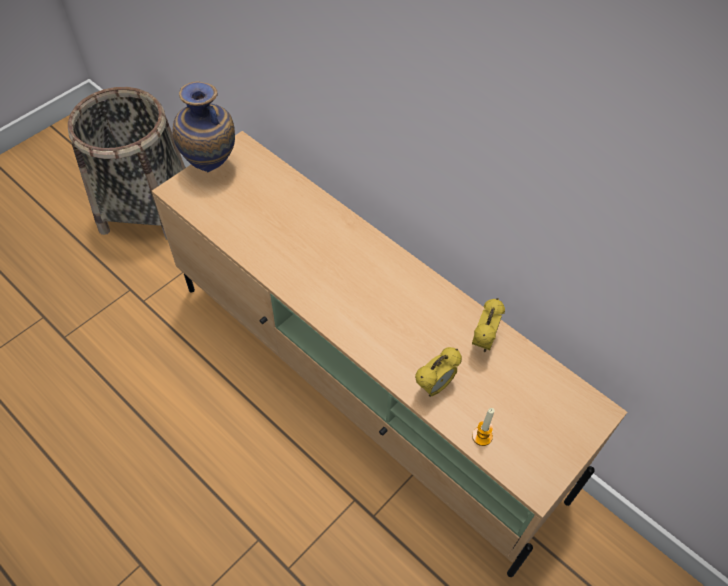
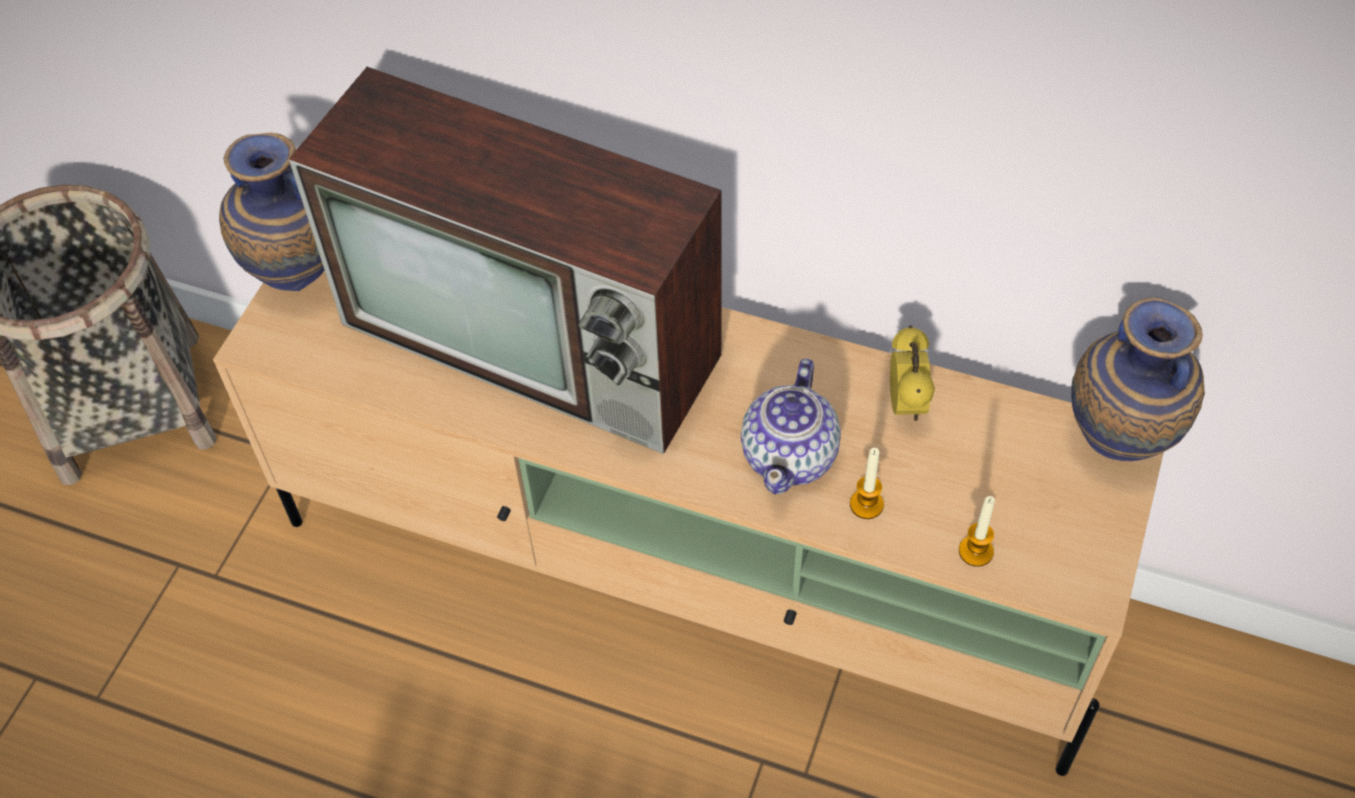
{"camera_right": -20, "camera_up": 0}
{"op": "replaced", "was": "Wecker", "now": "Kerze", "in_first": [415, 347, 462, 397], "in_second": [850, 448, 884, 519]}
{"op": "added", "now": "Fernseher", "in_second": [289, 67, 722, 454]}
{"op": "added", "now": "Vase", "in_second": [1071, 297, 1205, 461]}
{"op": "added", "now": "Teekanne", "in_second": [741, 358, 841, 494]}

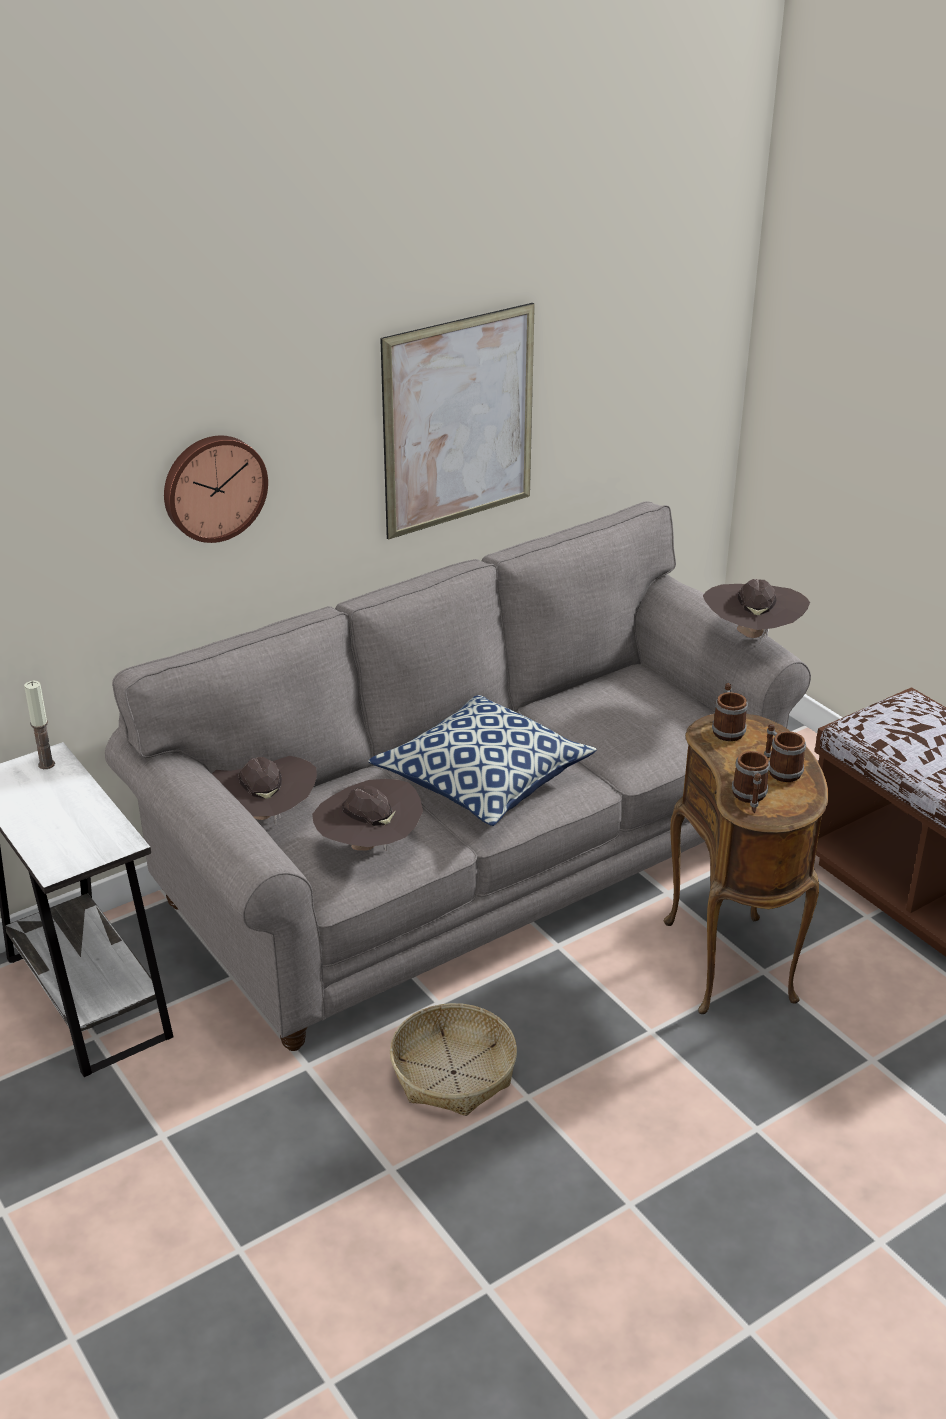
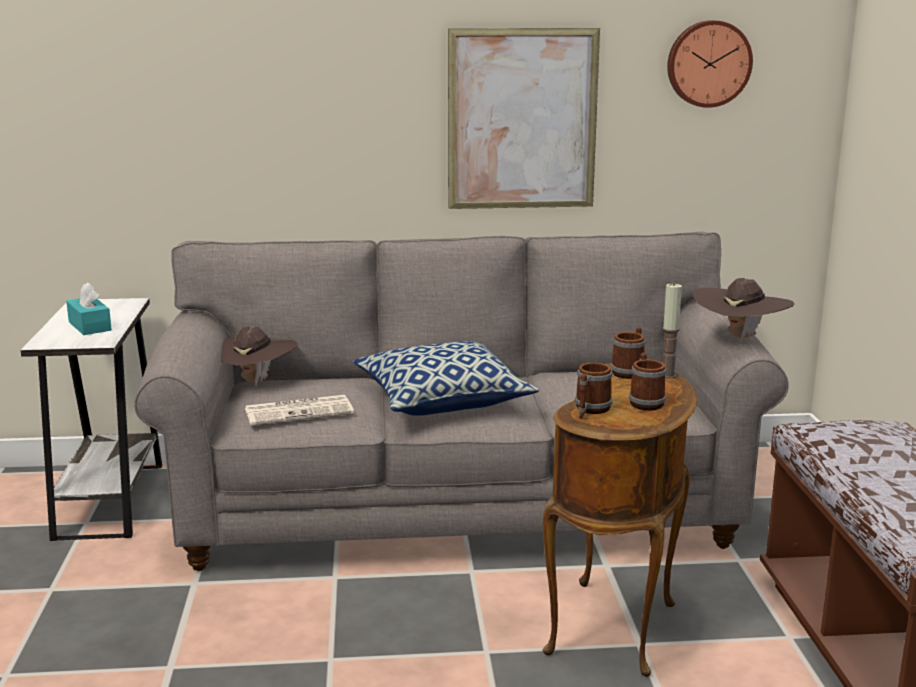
{"camera_right": 30, "camera_up": -15}
{"op": "moved", "was": "Wanduhr", "in_first": [164, 436, 268, 543], "in_second": [667, 20, 753, 108]}
{"op": "moved", "was": "Kerze", "in_first": [24, 681, 55, 769], "in_second": [662, 282, 682, 379]}
{"op": "replaced", "was": "Hut/braun", "now": "Zeitung", "in_first": [312, 779, 423, 851], "in_second": [245, 395, 354, 426]}
{"op": "removed", "was": "Korb", "in_first": [390, 1003, 517, 1116]}
{"op": "added", "now": "Taschentuchbox/türkis", "in_second": [66, 282, 112, 335]}

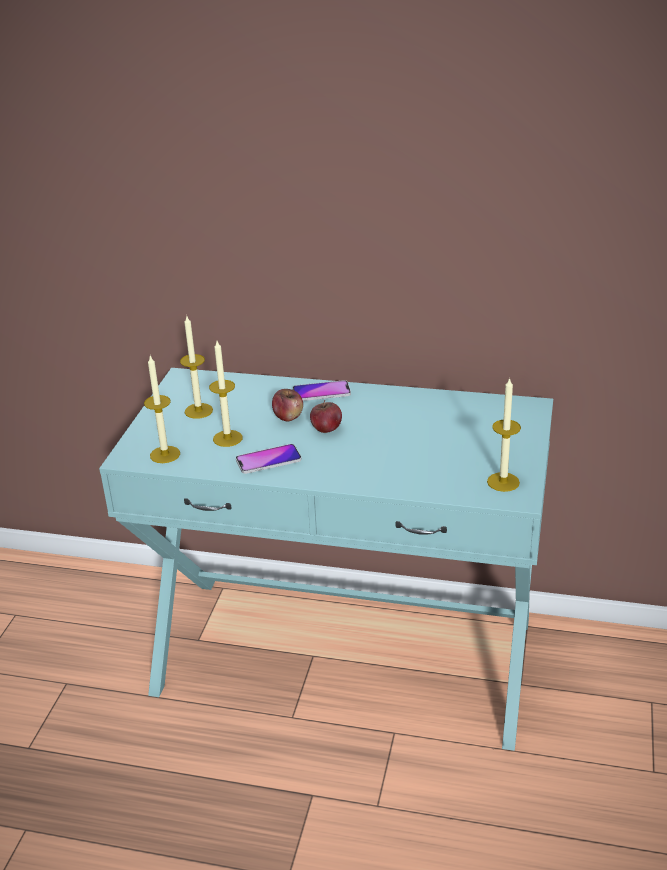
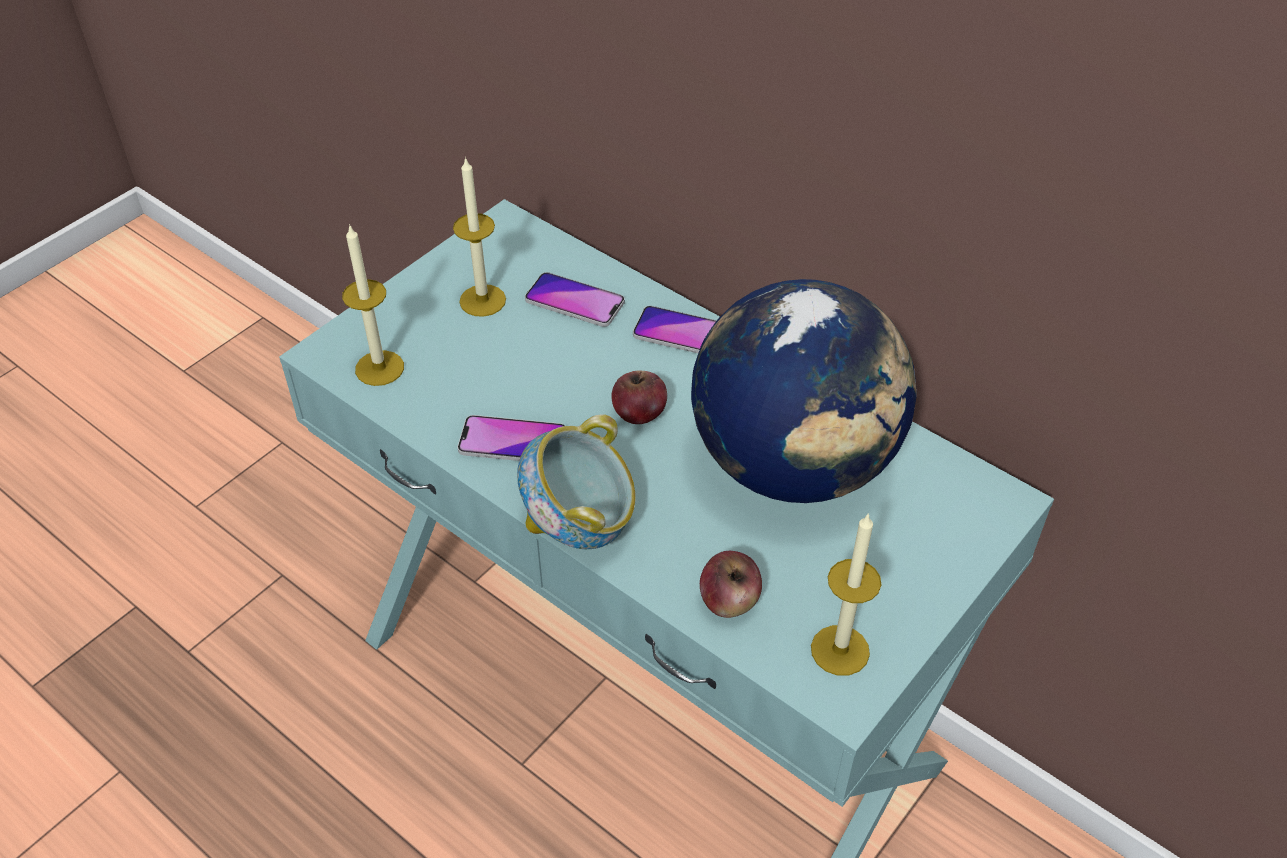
{"camera_right": 25, "camera_up": 15}
{"op": "removed", "was": "Kerze", "in_first": [209, 341, 243, 447]}
{"op": "moved", "was": "Apfel", "in_first": [272, 389, 303, 422], "in_second": [700, 551, 762, 618]}
{"op": "added", "now": "Handy", "in_second": [525, 272, 625, 327]}
{"op": "added", "now": "Globus", "in_second": [691, 279, 916, 503]}
{"op": "added", "now": "Schüssel", "in_second": [517, 414, 635, 549]}

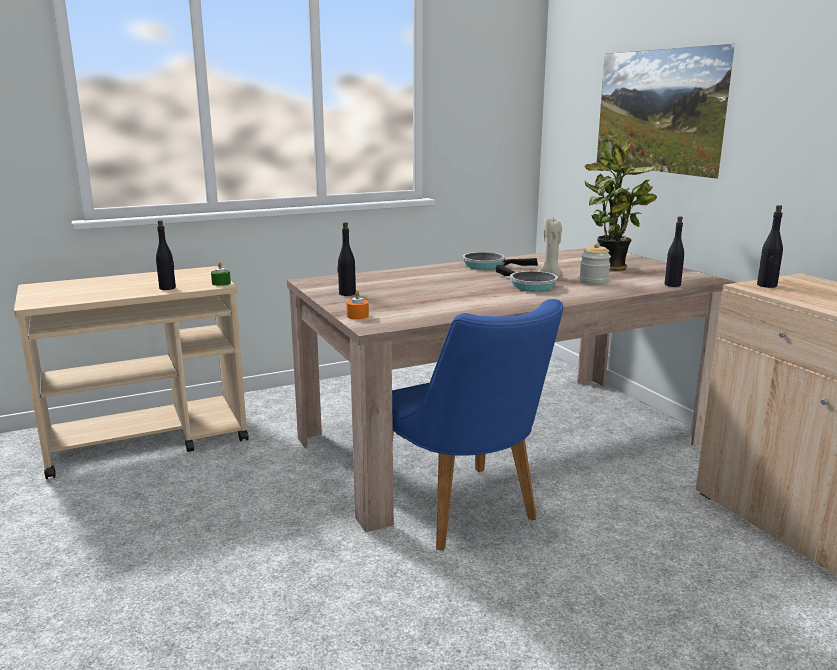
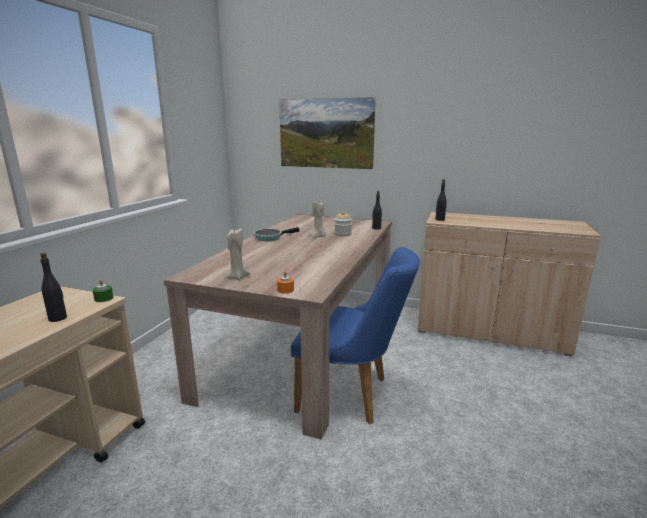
{"camera_right": -45, "camera_up": 0}
{"op": "removed", "was": "Topfpflanze", "in_first": [584, 140, 657, 271]}
{"op": "replaced", "was": "Flasche/schwarz", "now": "Kerze/beige", "in_first": [337, 222, 356, 296], "in_second": [225, 228, 250, 280]}
{"op": "removed", "was": "Pfanne", "in_first": [496, 265, 558, 292]}

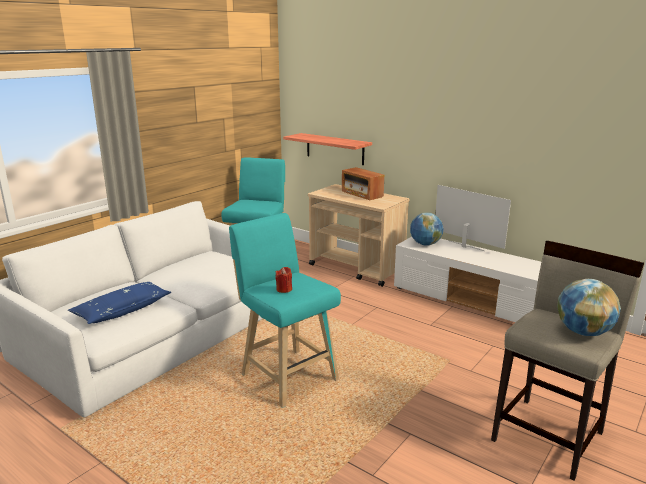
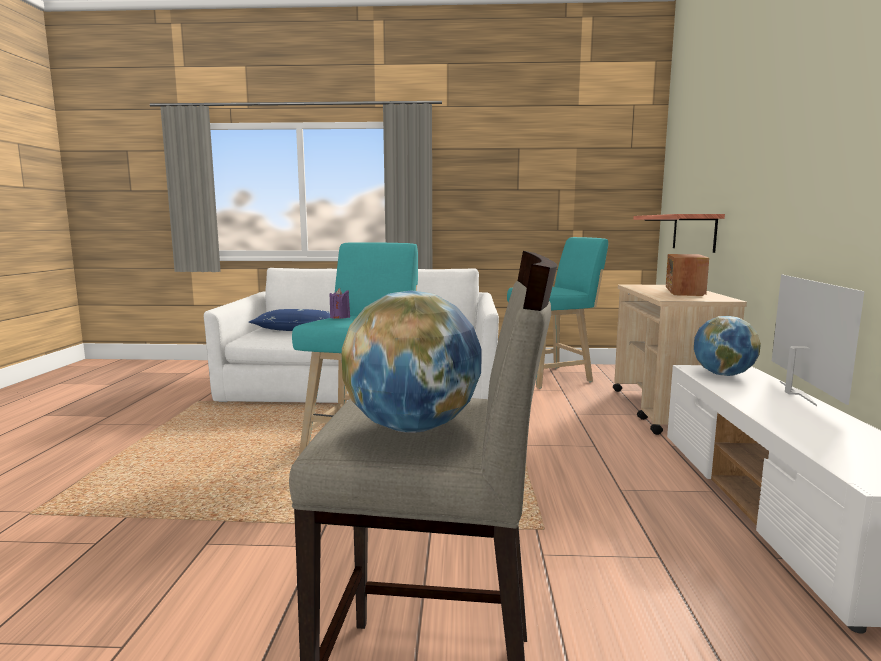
{"camera_right": 55, "camera_up": -10}
{"op": "recoloured", "was": "Kerze/rot", "now": "Kerze/lila", "in_first": [275, 267, 292, 293], "in_second": [329, 288, 350, 319]}

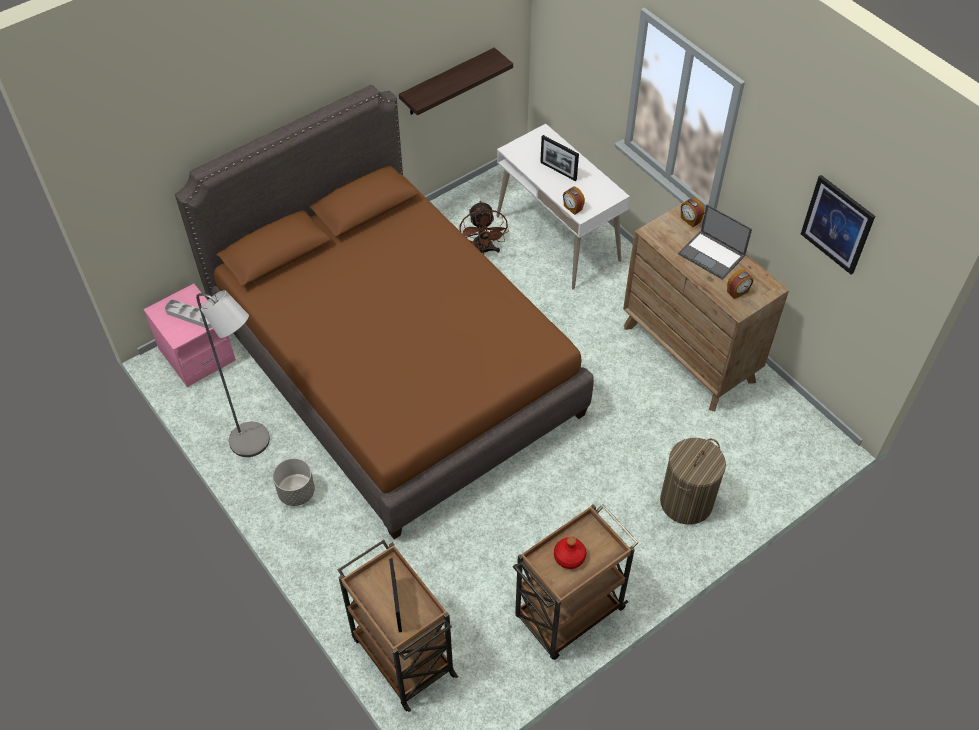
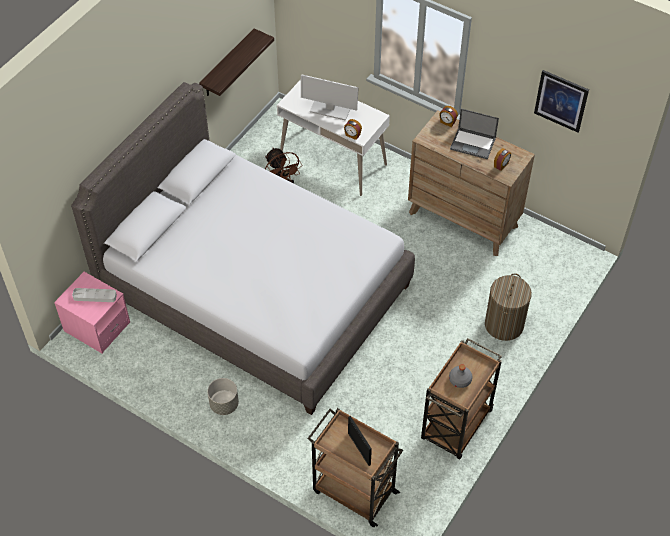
{"camera_right": -20, "camera_up": 0}
{"op": "recoloured", "was": "Bett/braun", "now": "Bett/grau", "in_first": [175, 85, 594, 540], "in_second": [71, 82, 415, 415]}
{"op": "replaced", "was": "Bilderrahmen", "now": "Monitor", "in_first": [540, 135, 579, 181], "in_second": [301, 74, 359, 121]}
{"op": "removed", "was": "Stehlampe/grau", "in_first": [196, 290, 270, 457]}
{"op": "recoloured", "was": "Flasche/rot", "now": "Flasche/grau", "in_first": [554, 537, 586, 569], "in_second": [449, 364, 472, 388]}

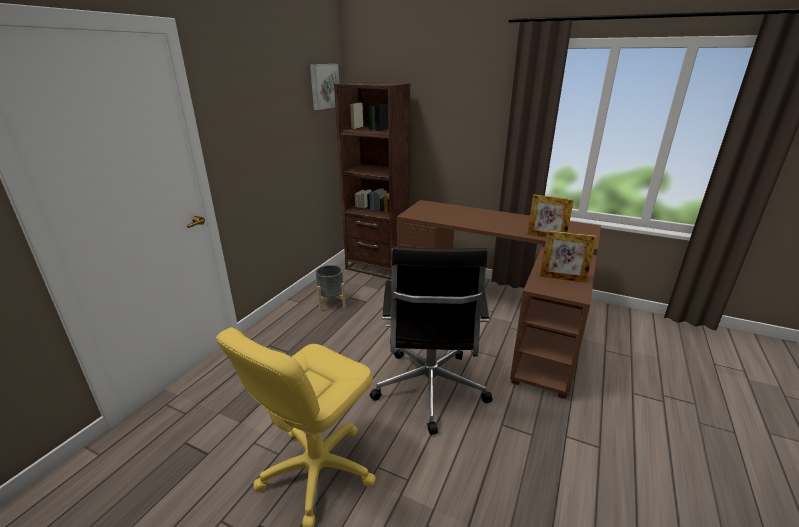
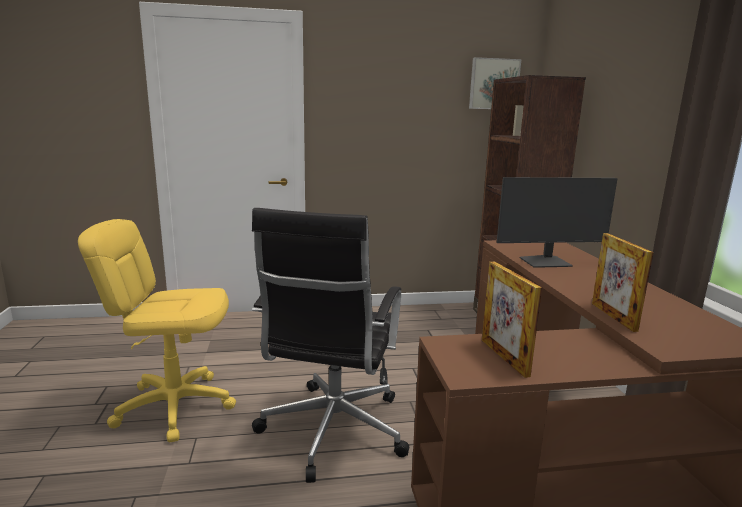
{"camera_right": 55, "camera_up": -10}
{"op": "turned", "was": "Bürostuhl/schwarz", "in_first": [370, 246, 493, 435], "in_second": [252, 208, 409, 483], "clockwise": -45}
{"op": "removed", "was": "Pflanzkübel/grau", "in_first": [316, 265, 346, 311]}
{"op": "added", "now": "Monitor", "in_second": [496, 177, 618, 268]}

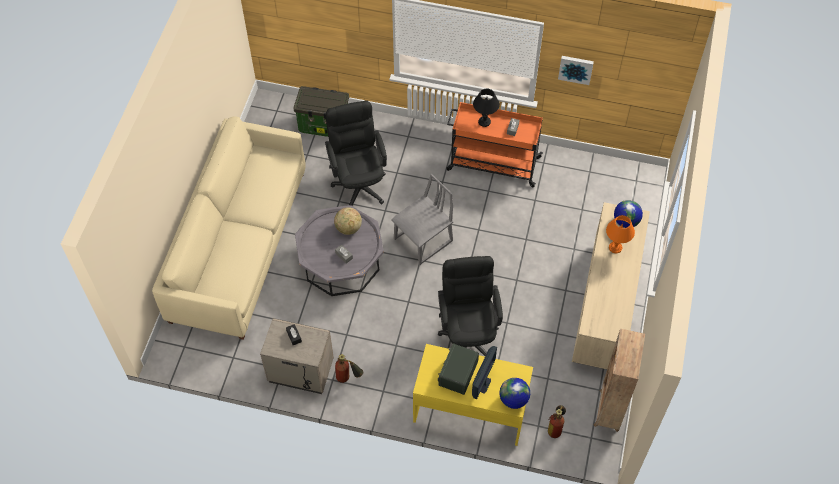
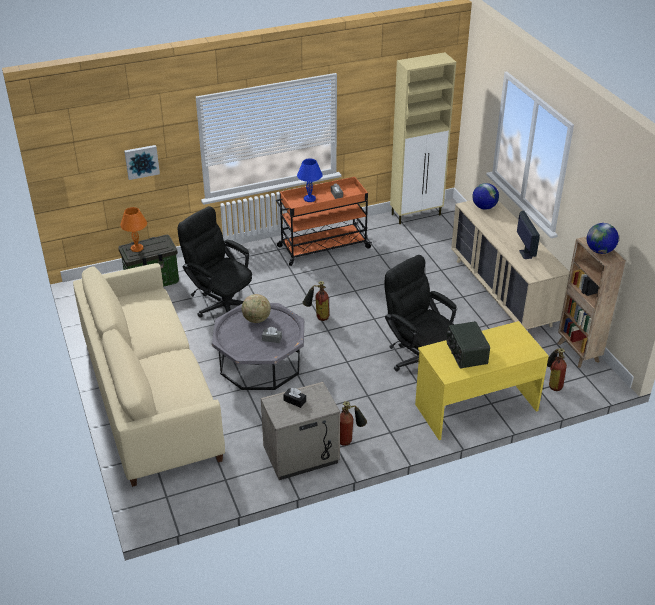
{"camera_right": -35, "camera_up": -20}
{"op": "moved", "was": "Bild", "in_first": [558, 56, 594, 85], "in_second": [124, 145, 160, 180]}
{"op": "recoloured", "was": "Tischlampe/schwarz", "now": "Tischlampe/blau", "in_first": [473, 89, 500, 127], "in_second": [297, 158, 323, 202]}
{"op": "replaced", "was": "Stuhl/grau", "now": "Feuerlöscher", "in_first": [391, 174, 453, 265], "in_second": [302, 281, 329, 321]}
{"op": "moved", "was": "Tischlampe/orange", "in_first": [606, 215, 635, 254], "in_second": [120, 207, 147, 252]}
{"op": "moved", "was": "Monitor", "in_first": [472, 346, 497, 400], "in_second": [517, 211, 540, 259]}
{"op": "moved", "was": "Globus", "in_first": [500, 378, 530, 409], "in_second": [587, 223, 619, 254]}
{"op": "added", "now": "Schrank/beige", "in_second": [390, 52, 456, 224]}

